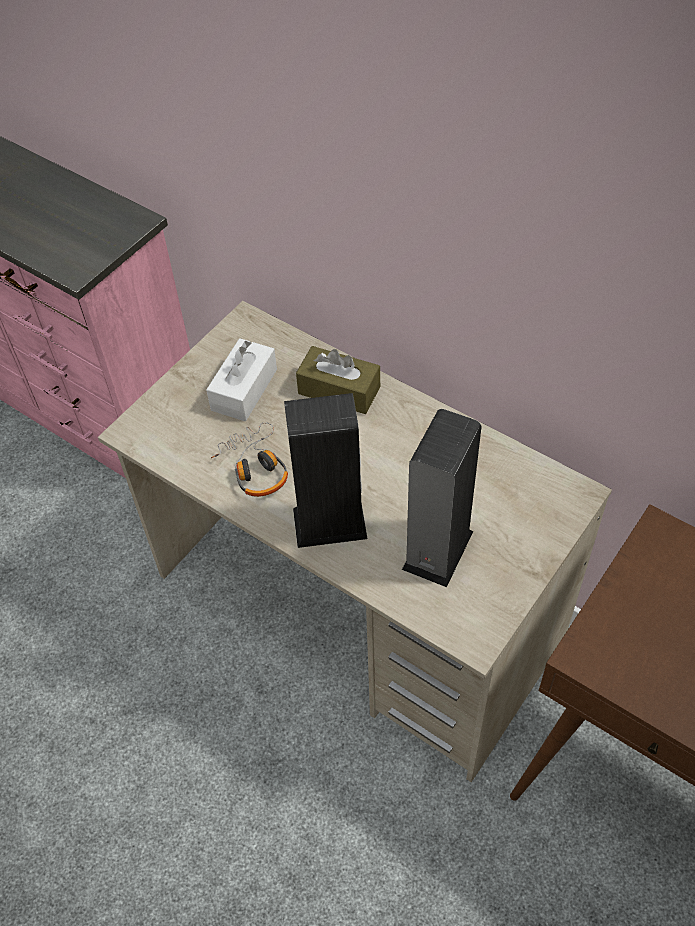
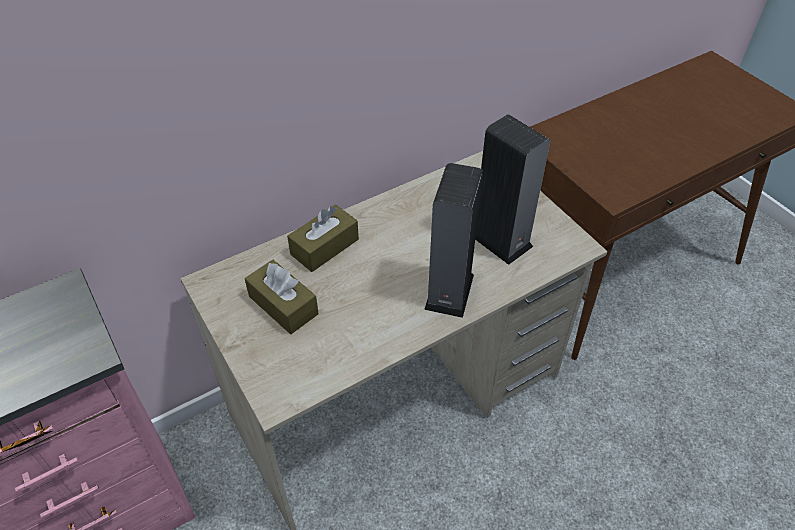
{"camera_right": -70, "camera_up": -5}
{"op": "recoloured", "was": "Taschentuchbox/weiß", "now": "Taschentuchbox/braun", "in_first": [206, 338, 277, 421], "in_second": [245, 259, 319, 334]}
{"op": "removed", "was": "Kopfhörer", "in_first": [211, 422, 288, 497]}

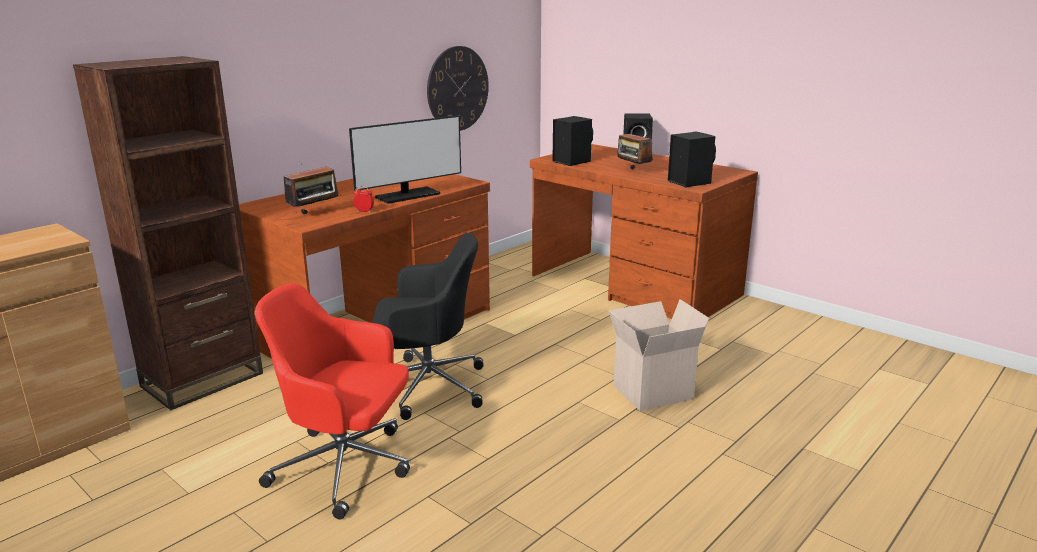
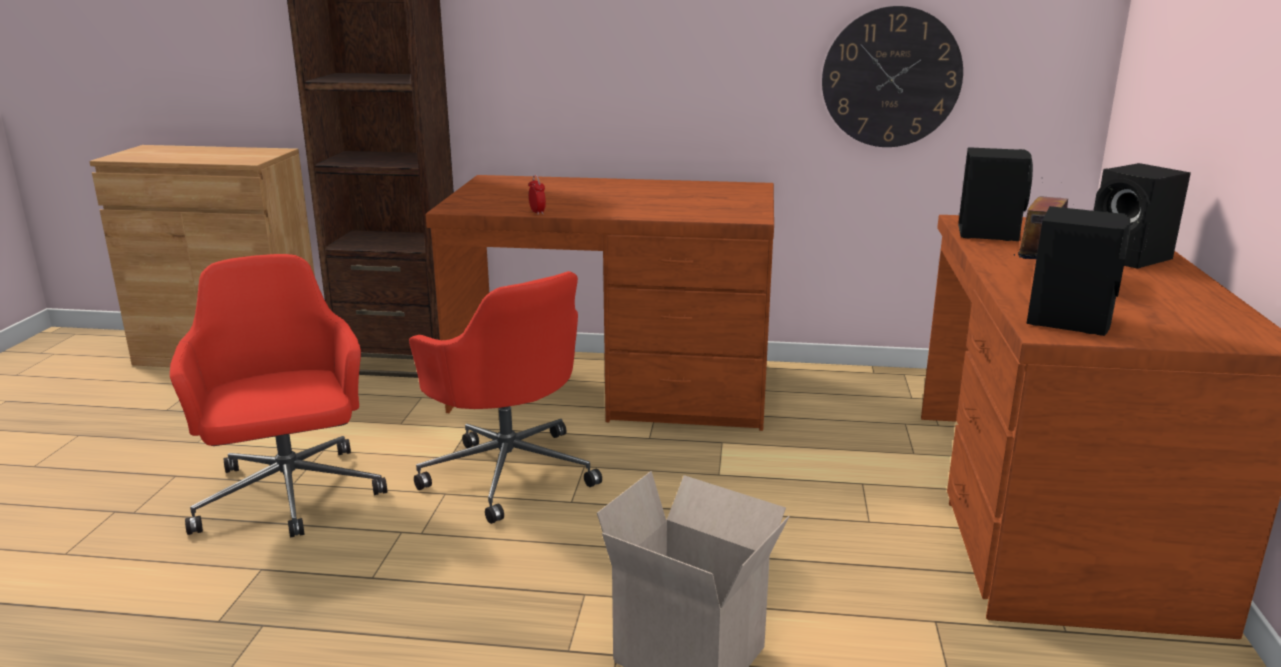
{"camera_right": 55, "camera_up": 0}
{"op": "removed", "was": "Monitor", "in_first": [349, 115, 461, 204]}
{"op": "removed", "was": "Radio", "in_first": [284, 167, 340, 214]}
{"op": "recoloured", "was": "Bürostuhl/schwarz", "now": "Bürostuhl/rot", "in_first": [372, 233, 483, 420], "in_second": [409, 271, 602, 524]}

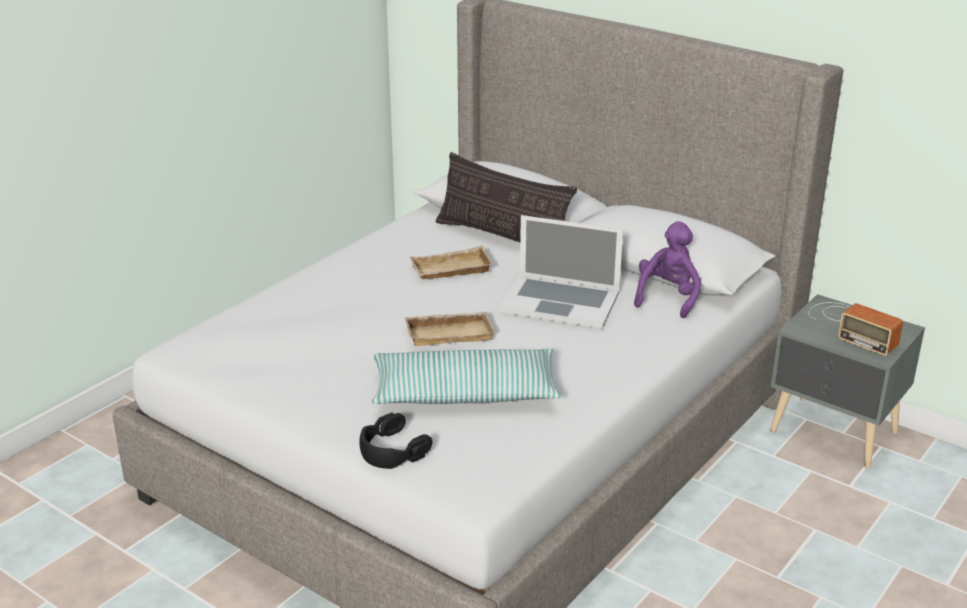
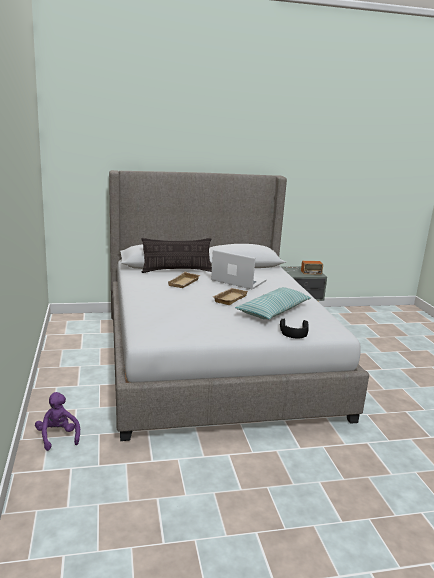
{"camera_right": -50, "camera_up": -10}
{"op": "turned", "was": "Laptop", "in_first": [498, 215, 623, 329], "in_second": [211, 250, 267, 290], "clockwise": -120}
{"op": "moved", "was": "Plüschtier/lila", "in_first": [634, 221, 701, 319], "in_second": [35, 392, 80, 451]}

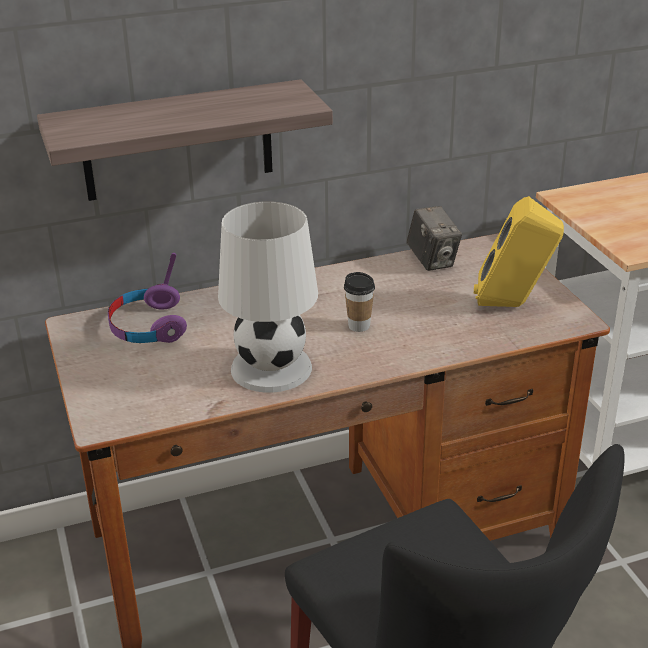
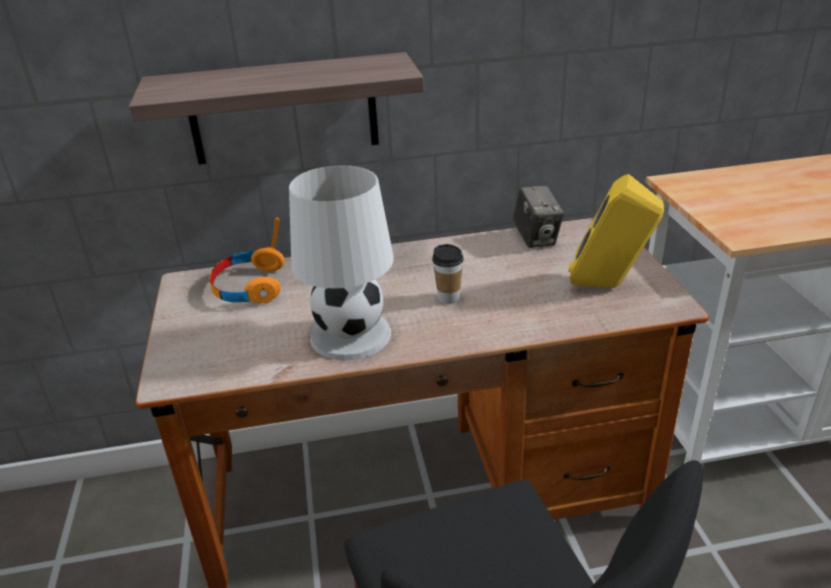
{"camera_right": 10, "camera_up": 0}
{"op": "recoloured", "was": "Kopfhörer/lila", "now": "Kopfhörer/orange", "in_first": [108, 253, 187, 343], "in_second": [210, 218, 285, 303]}

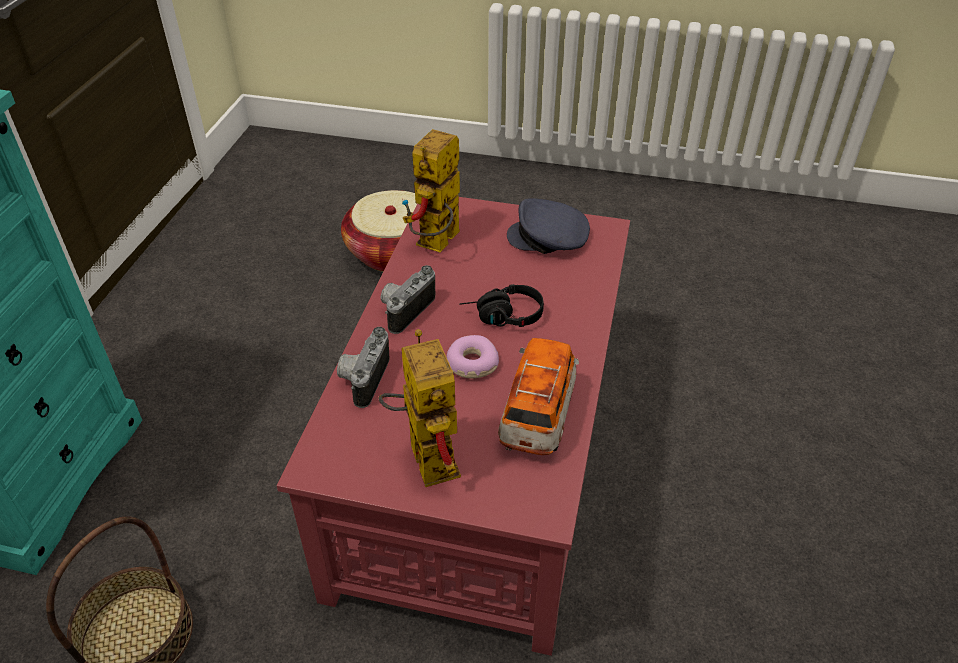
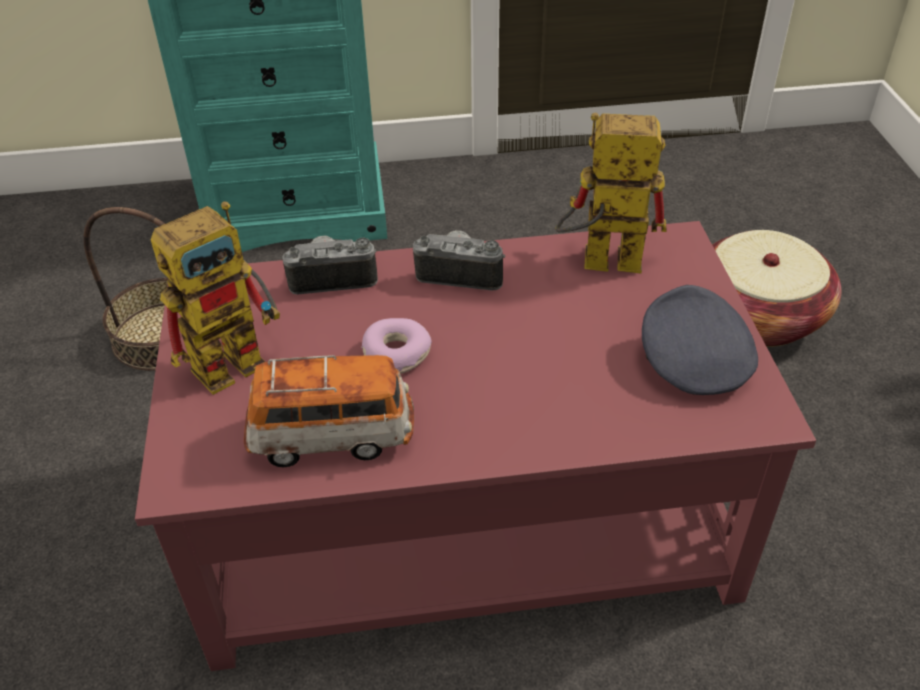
{"camera_right": 70, "camera_up": 0}
{"op": "removed", "was": "Kopfhörer/schwarz", "in_first": [459, 284, 544, 327]}

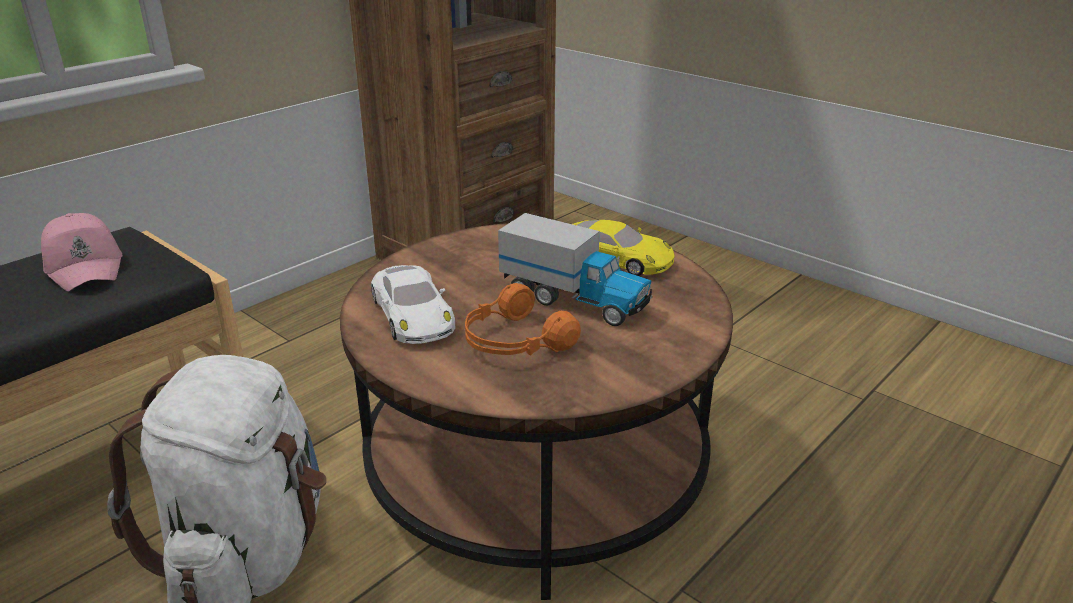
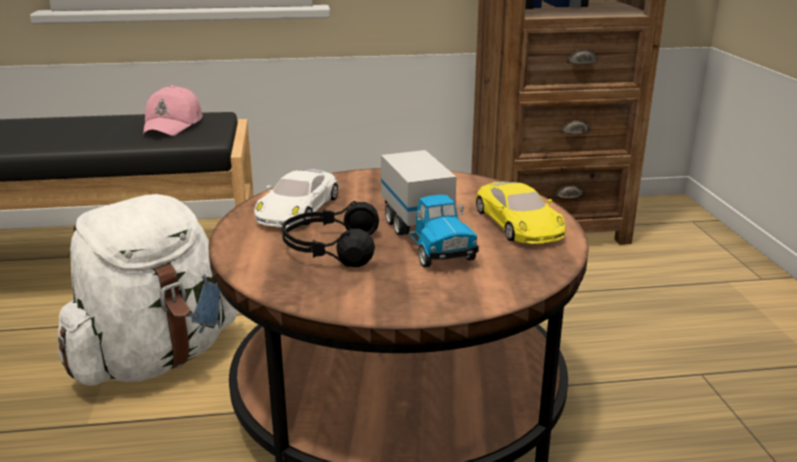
{"camera_right": 40, "camera_up": -5}
{"op": "recoloured", "was": "Kopfhörer/orange", "now": "Kopfhörer/schwarz", "in_first": [465, 283, 581, 356], "in_second": [282, 201, 379, 267]}

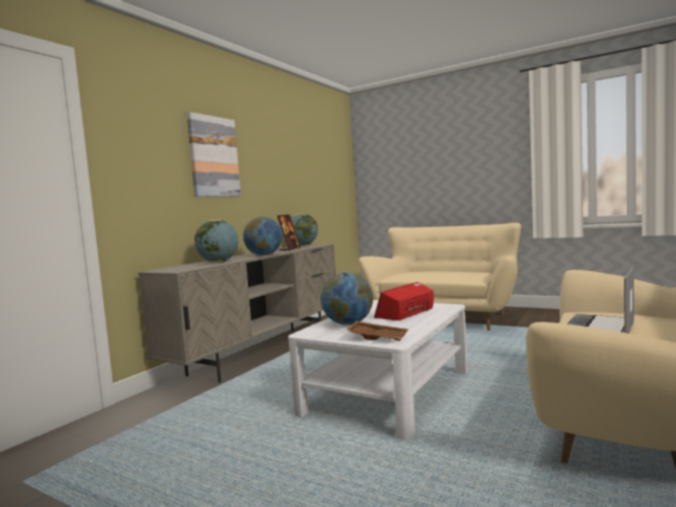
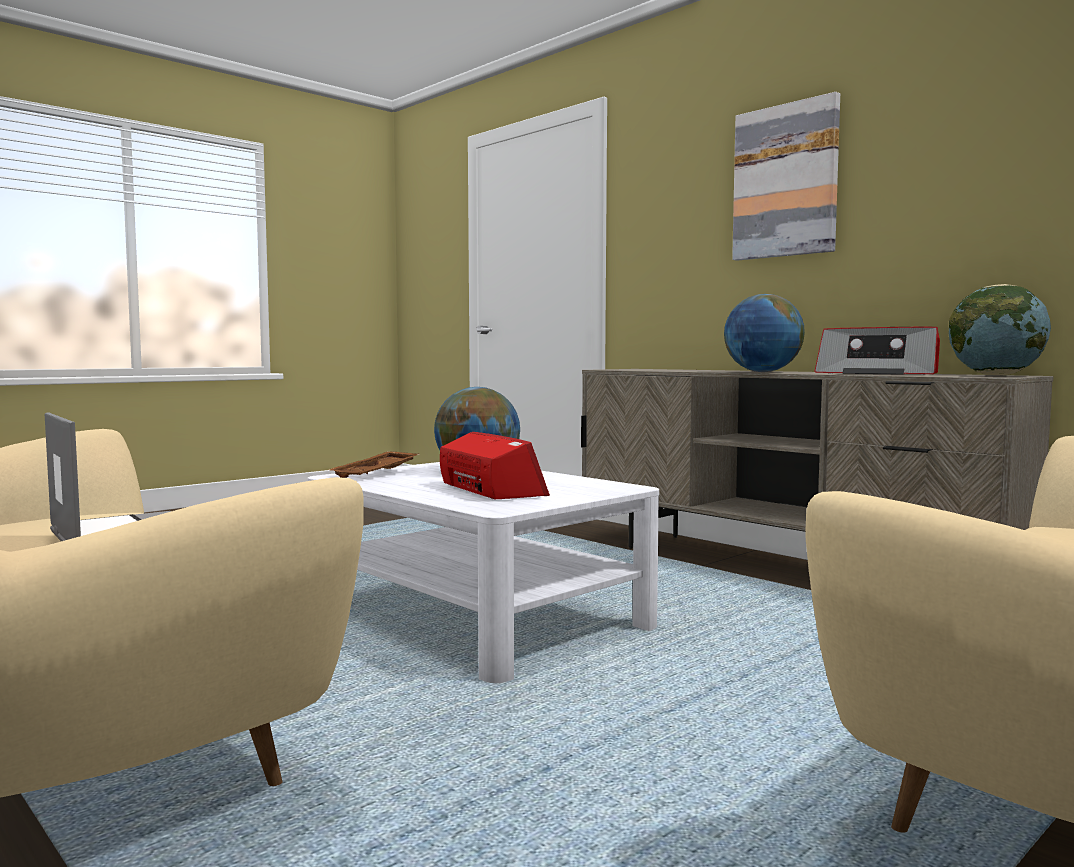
{"camera_right": 105, "camera_up": 0}
{"op": "replaced", "was": "Bilderrahmen", "now": "Radio", "in_first": [277, 214, 301, 251], "in_second": [814, 327, 940, 375]}
{"op": "removed", "was": "Globus", "in_first": [195, 220, 239, 262]}

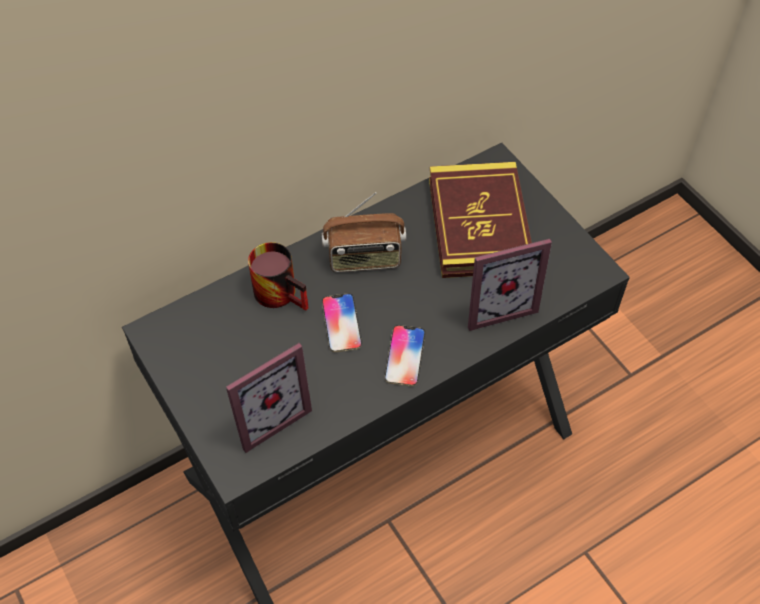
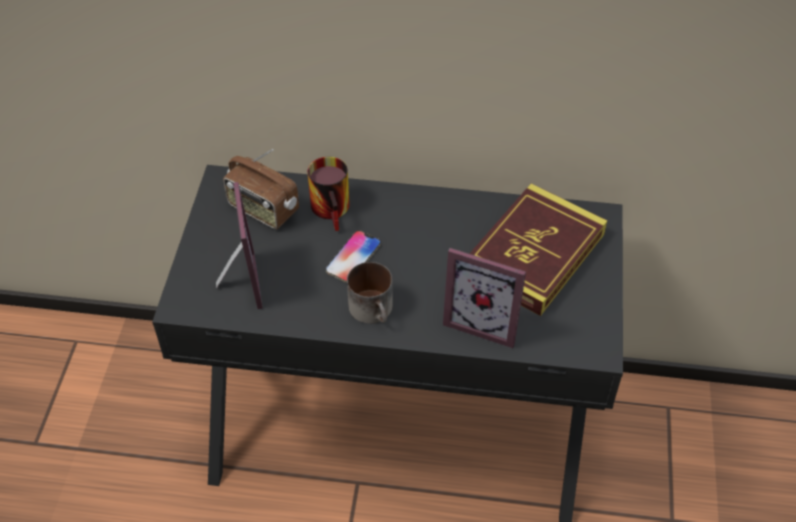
{"camera_right": 40, "camera_up": -5}
{"op": "moved", "was": "Radio", "in_first": [322, 192, 406, 272], "in_second": [223, 149, 299, 229]}
{"op": "replaced", "was": "Handy", "now": "Henkelbecher", "in_first": [385, 325, 425, 386], "in_second": [347, 262, 393, 324]}
{"op": "turned", "was": "Bilderrahmen", "in_first": [226, 343, 312, 453], "in_second": [216, 182, 263, 309], "clockwise": -105}

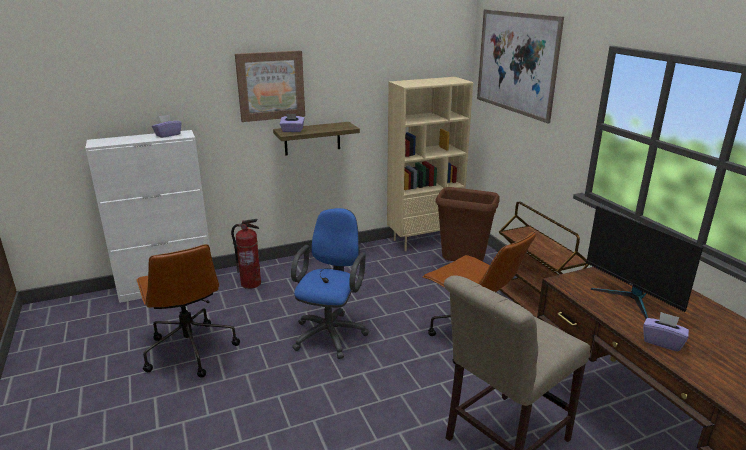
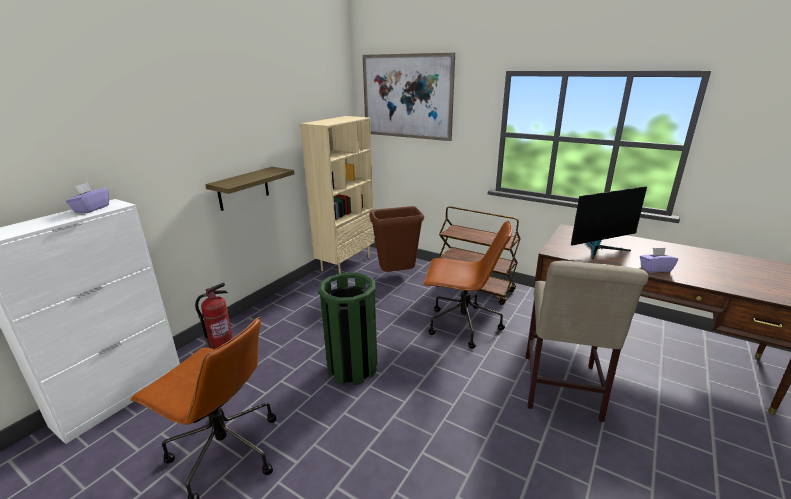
{"camera_right": -35, "camera_up": 0}
{"op": "removed", "was": "Bild", "in_first": [235, 50, 305, 122]}
{"op": "removed", "was": "Taschentuchbox/lila", "in_first": [280, 114, 304, 132]}
{"op": "turned", "was": "Monitor", "in_first": [586, 206, 703, 319], "in_second": [571, 186, 647, 259], "clockwise": -45}
{"op": "replaced", "was": "Bürostuhl/blau", "now": "Mülleimer/grün", "in_first": [291, 208, 369, 359], "in_second": [318, 272, 377, 385]}

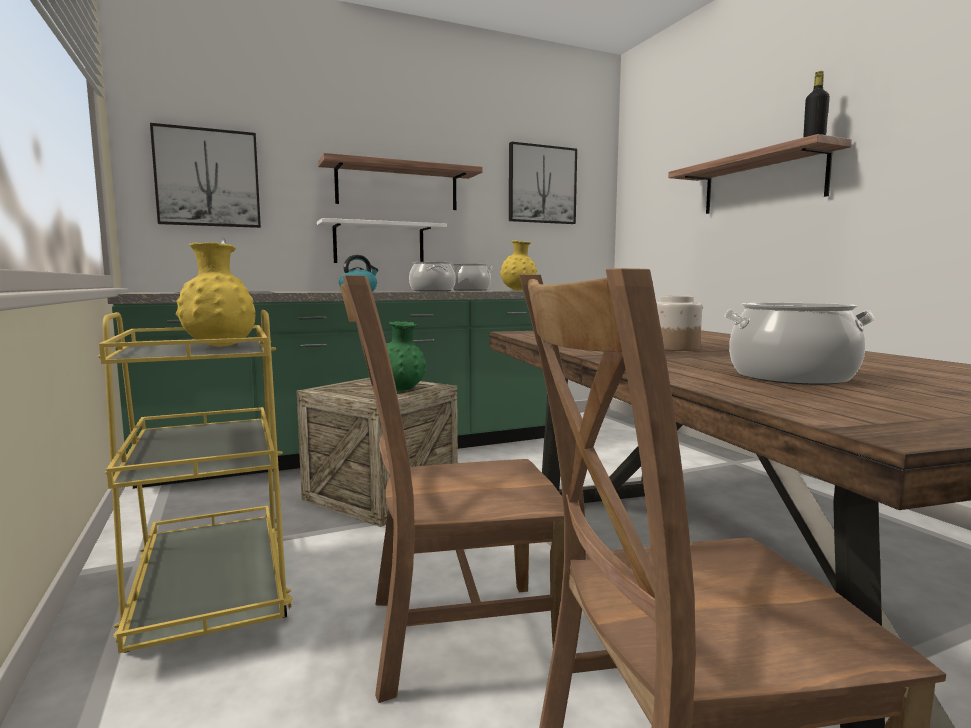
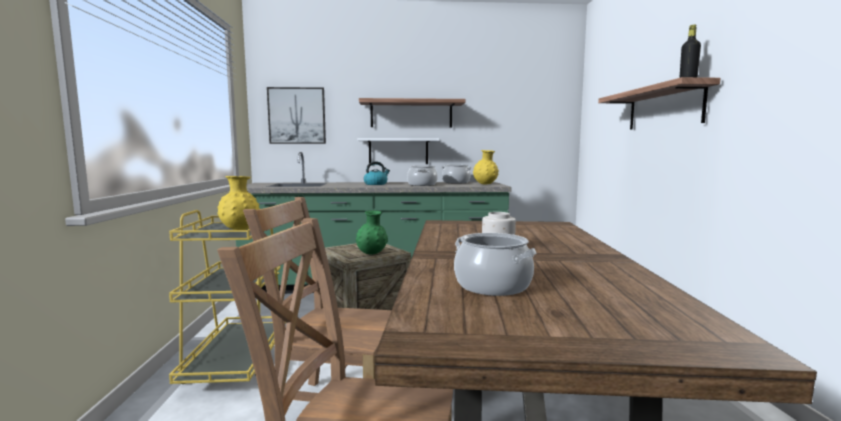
{"camera_right": 20, "camera_up": 0}
{"op": "removed", "was": "Bild", "in_first": [509, 142, 577, 224]}

